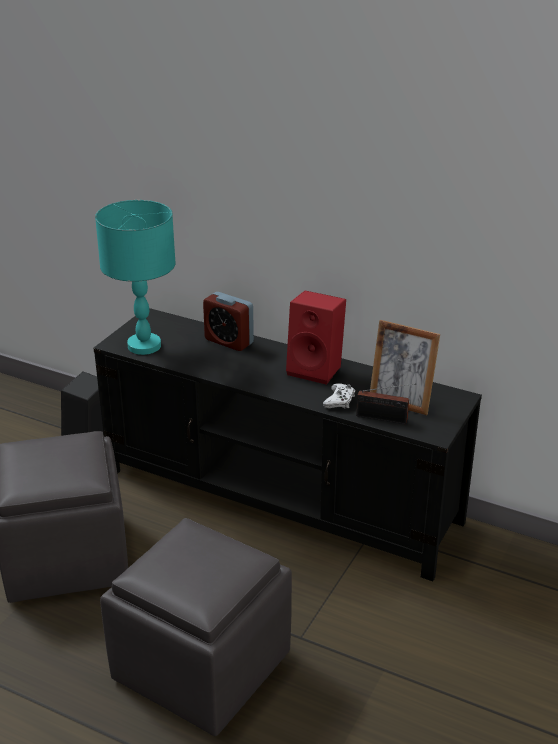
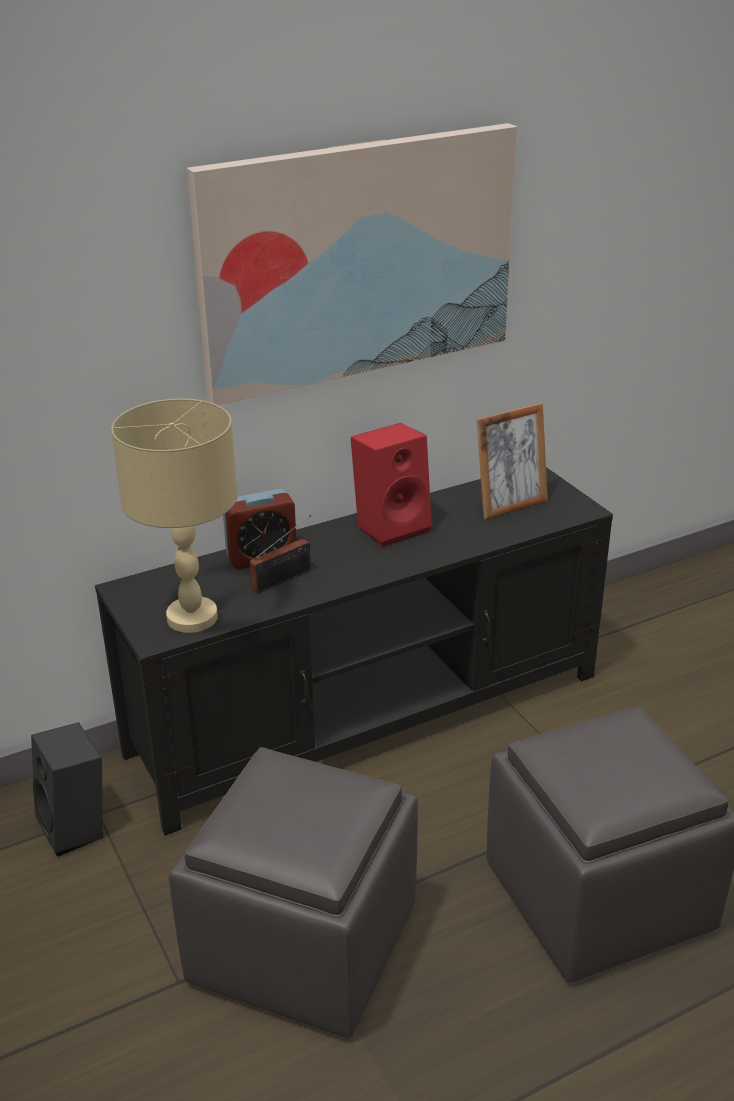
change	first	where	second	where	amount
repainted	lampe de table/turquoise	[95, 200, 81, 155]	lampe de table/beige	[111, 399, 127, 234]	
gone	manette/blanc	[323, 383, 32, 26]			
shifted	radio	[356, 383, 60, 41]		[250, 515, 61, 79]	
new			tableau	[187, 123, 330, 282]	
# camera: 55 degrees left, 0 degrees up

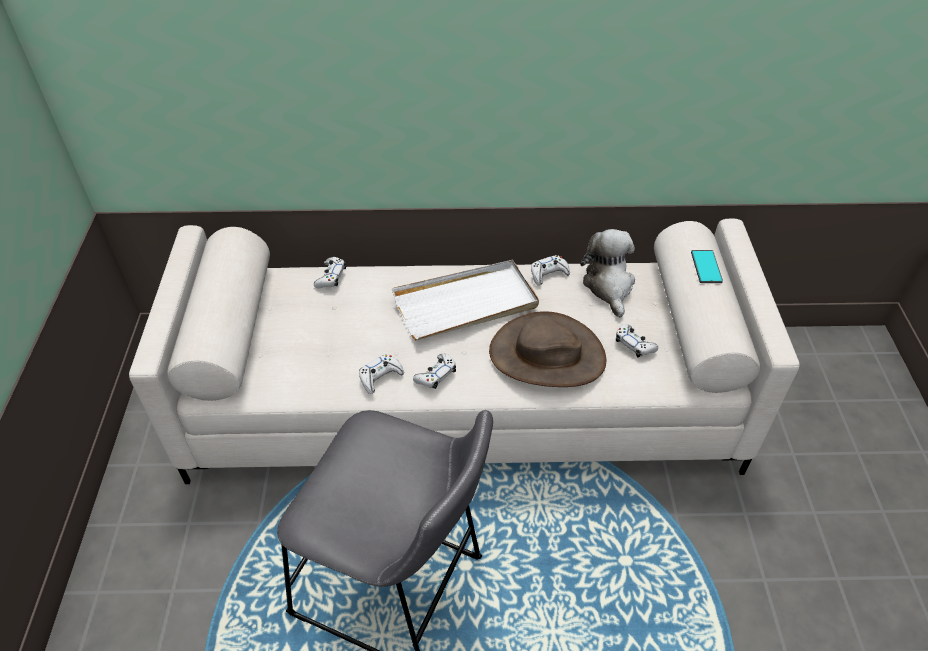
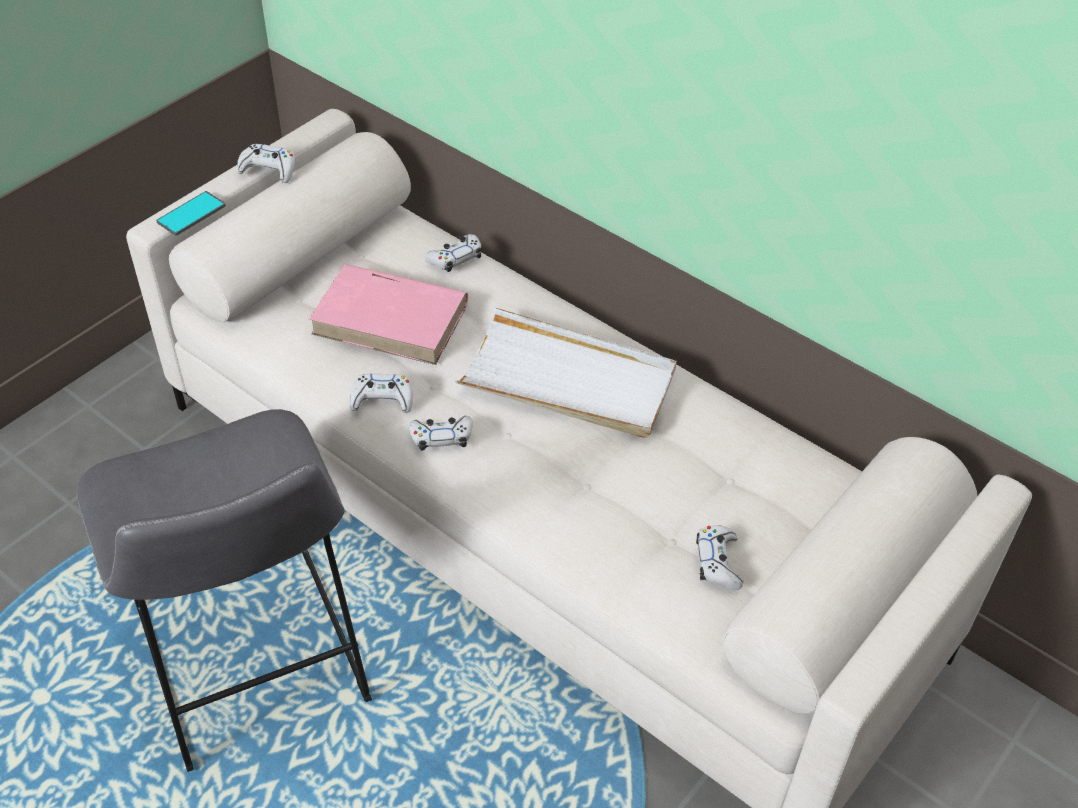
change	first	where	second	where	amount
gone	peluche	[580, 229, 55, 89]			
shifted	téléphone	[691, 250, 32, 33]		[156, 191, 70, 45]	
shifted	manette/blanc	[531, 255, 39, 31]		[237, 144, 58, 39]	
gone	chapeau/marron	[489, 311, 117, 76]			
new			livre/rose	[309, 264, 159, 101]	
# camera: 40 degrees right, 0 degrees up

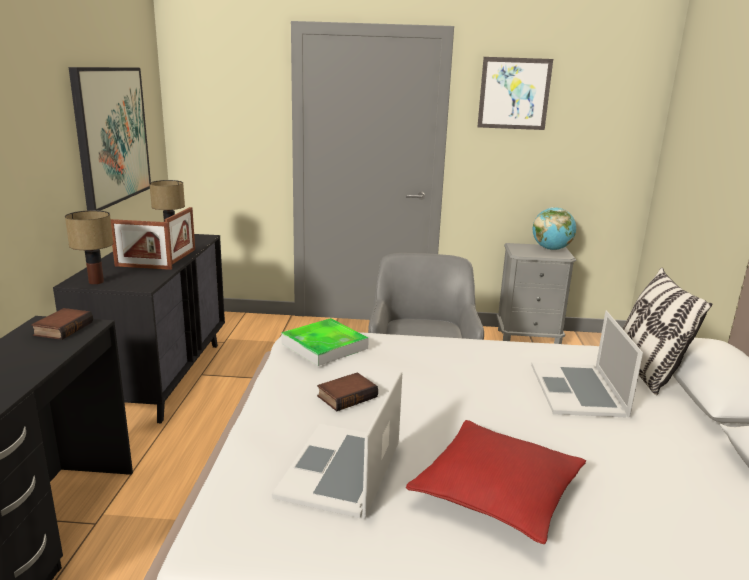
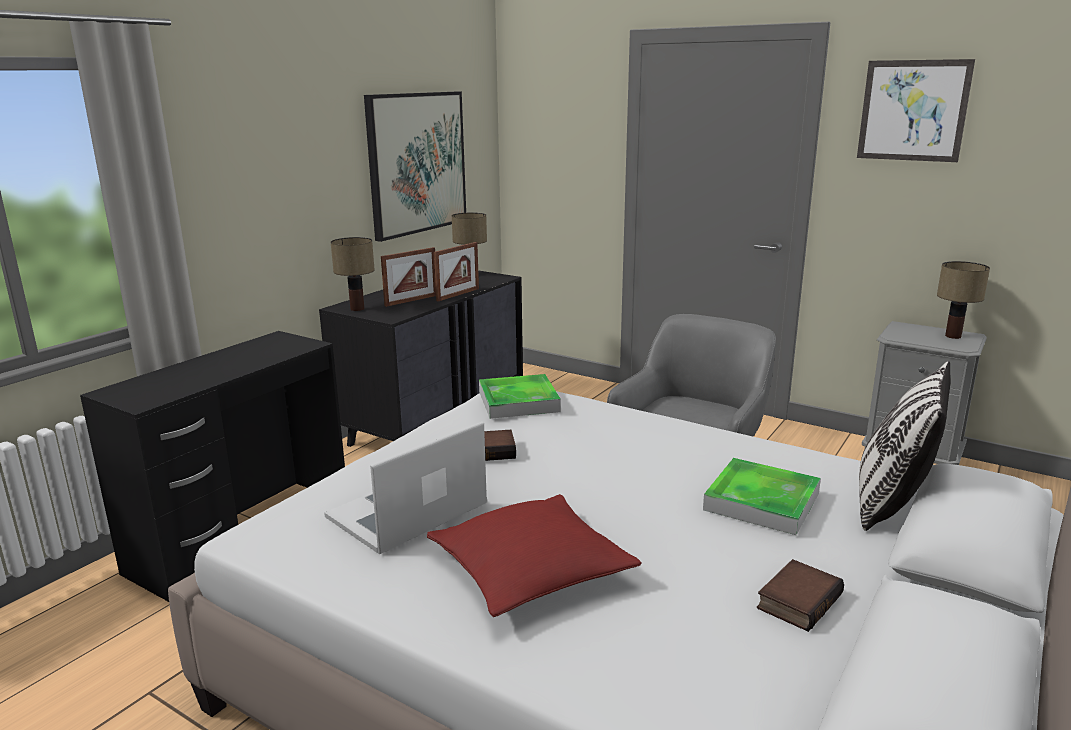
change	first	where	second	where	amount
swapped	globe	[533, 207, 43, 43]	lampe de table	[937, 261, 53, 78]	
rotated	cadre photo	[111, 219, 61, 51]		[381, 247, 55, 60]	75 degrees counterclockwise
shifted	livre	[31, 308, 62, 32]		[757, 559, 87, 73]	
swapped	ordinateur portable	[531, 311, 112, 106]	plateau	[703, 458, 118, 77]	
# camera: 30 degrees right, 0 degrees up

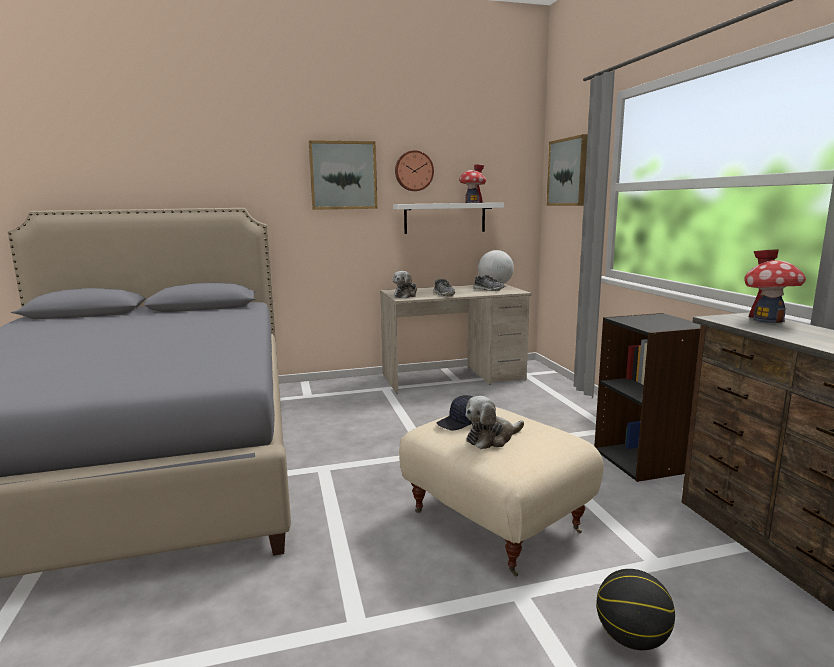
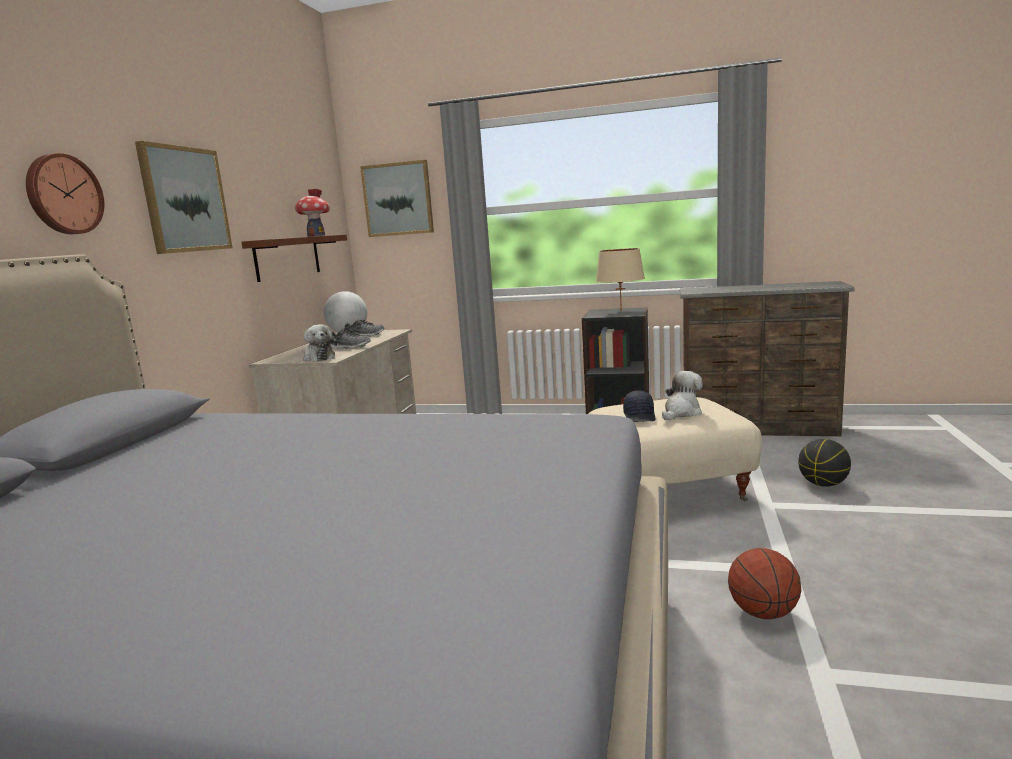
change	first	where	second	where	amount
shifted	horloge murale	[395, 150, 39, 41]		[26, 153, 78, 81]	
repainted	étagère/blanc	[393, 203, 111, 31]	étagère/marron	[242, 234, 105, 48]	
gone	maison miniature	[744, 249, 62, 74]			
rotated	peluche	[465, 396, 59, 53]		[662, 371, 41, 49]	135 degrees counterclockwise
new			lampe de table/beige	[596, 248, 49, 64]	
new			ballon de basket	[728, 548, 73, 71]	
# camera: 60 degrees left, 0 degrees up

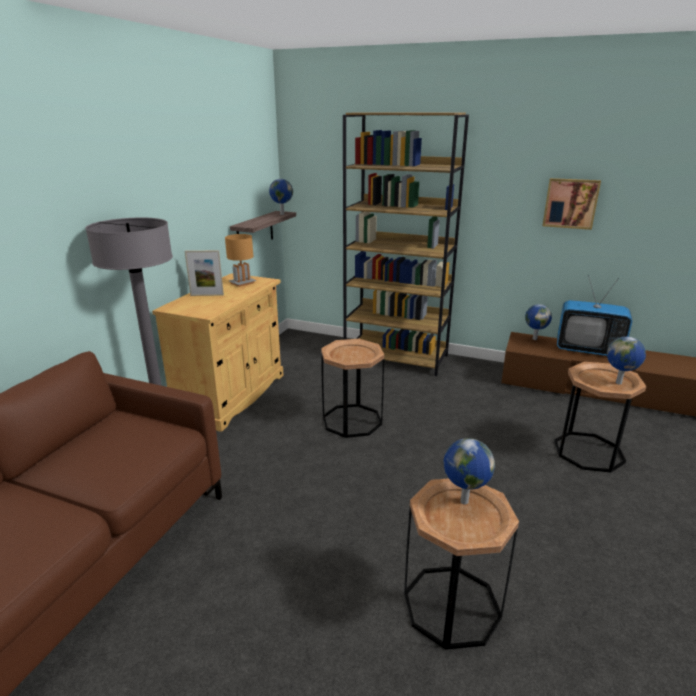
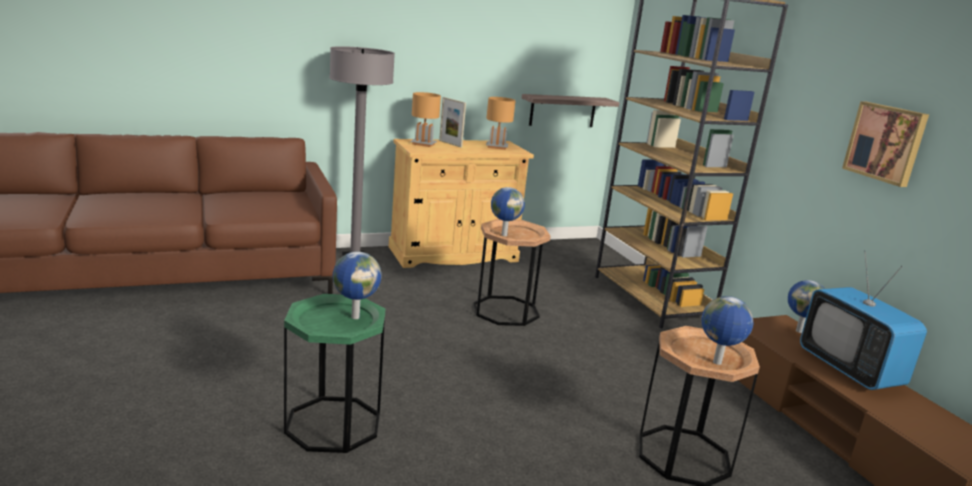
change	first	where	second	where	amount
shifted	globe	[269, 179, 24, 36]		[491, 187, 34, 49]	
repainted	table d'appoint/marron	[404, 479, 115, 171]	table d'appoint/vert	[284, 294, 101, 159]	
new			lampe de table/marron	[410, 92, 31, 55]	
# camera: 45 degrees right, 5 degrees down

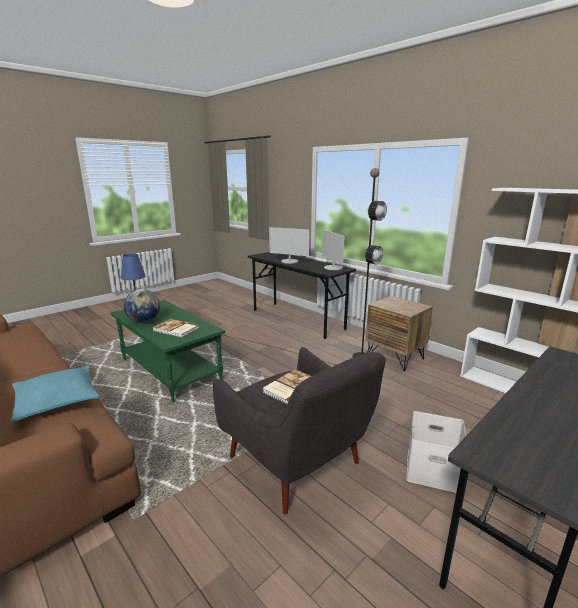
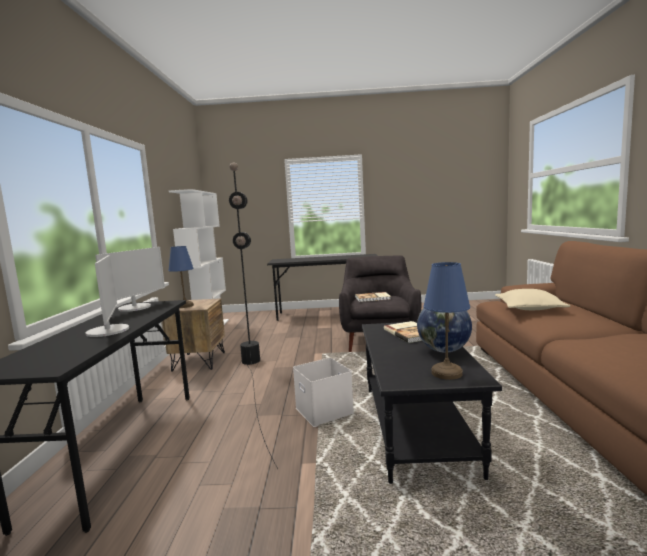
change	first	where	second	where	amount
repainted	table basse/vert	[110, 300, 115, 102]	table basse/noir	[362, 322, 140, 162]	
repainted	coussin/turquoise	[10, 366, 90, 56]	coussin/beige	[495, 289, 76, 21]	
shifted	boîte de rangement/blanc	[407, 411, 59, 82]		[293, 358, 61, 69]	
new			lampe de table/bleu	[168, 246, 26, 62]	
# camera: 135 degrees left, 10 degrees down

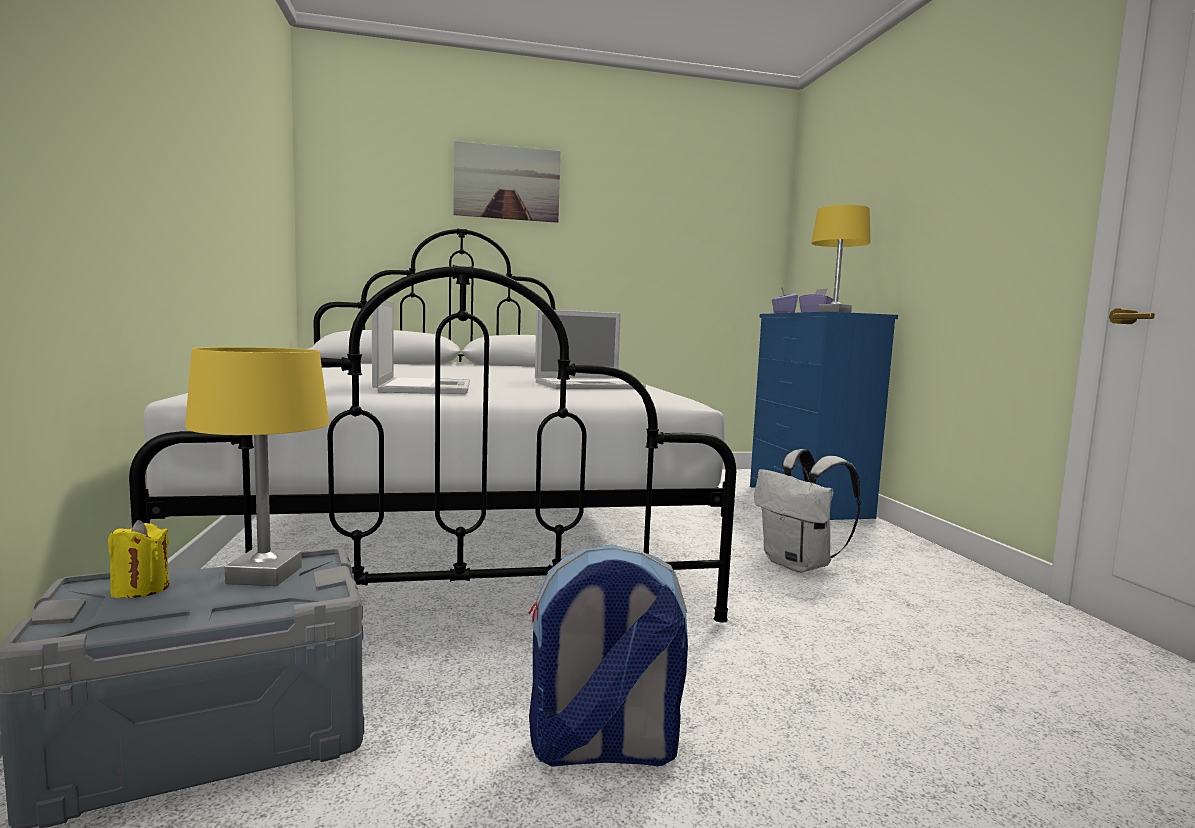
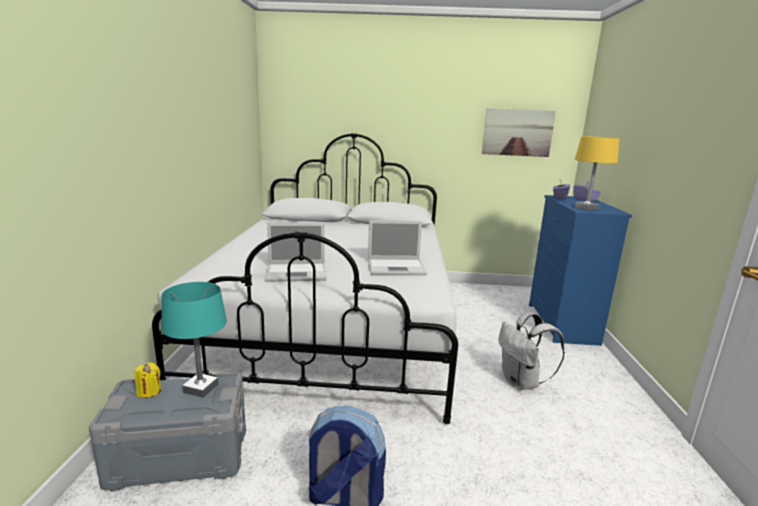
change	first	where	second	where	amount
shifted	tableau	[453, 141, 107, 82]		[482, 108, 74, 49]	
rotated	ordinateur portable	[372, 300, 98, 94]		[265, 223, 62, 59]	75 degrees clockwise
repainted	lampe de table/jaune	[185, 347, 144, 239]	lampe de table/turquoise	[161, 282, 66, 116]	
# camera: 15 degrees right, 10 degrees up

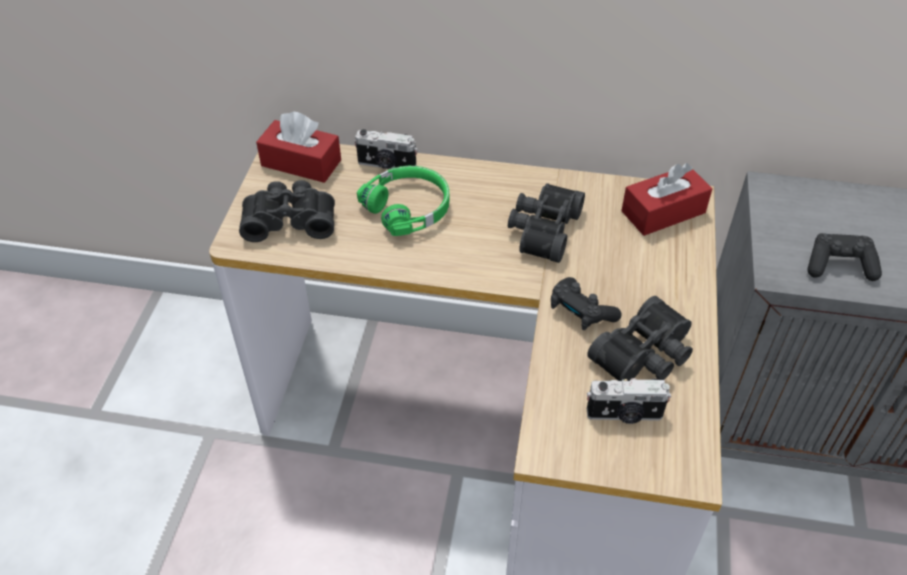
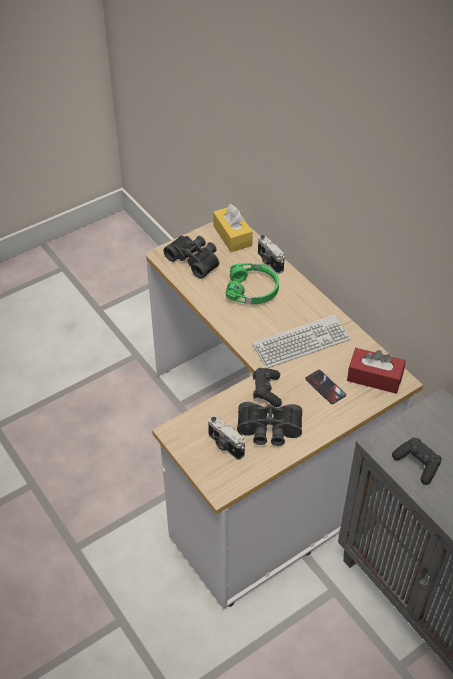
change	first	where	second	where	amount
repainted	boîte à mouchoirs/rouge	[256, 111, 85, 72]	boîte à mouchoirs/jaune	[213, 204, 40, 48]	
swapped	jumelles/noir	[508, 183, 77, 80]	clavier	[252, 315, 98, 53]	
new			téléphone	[305, 370, 41, 34]	
# camera: 45 degrees right, 0 degrees up

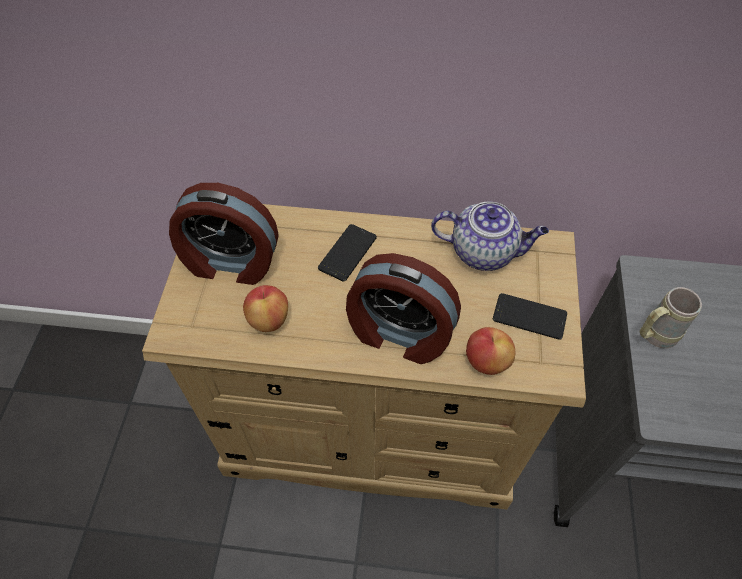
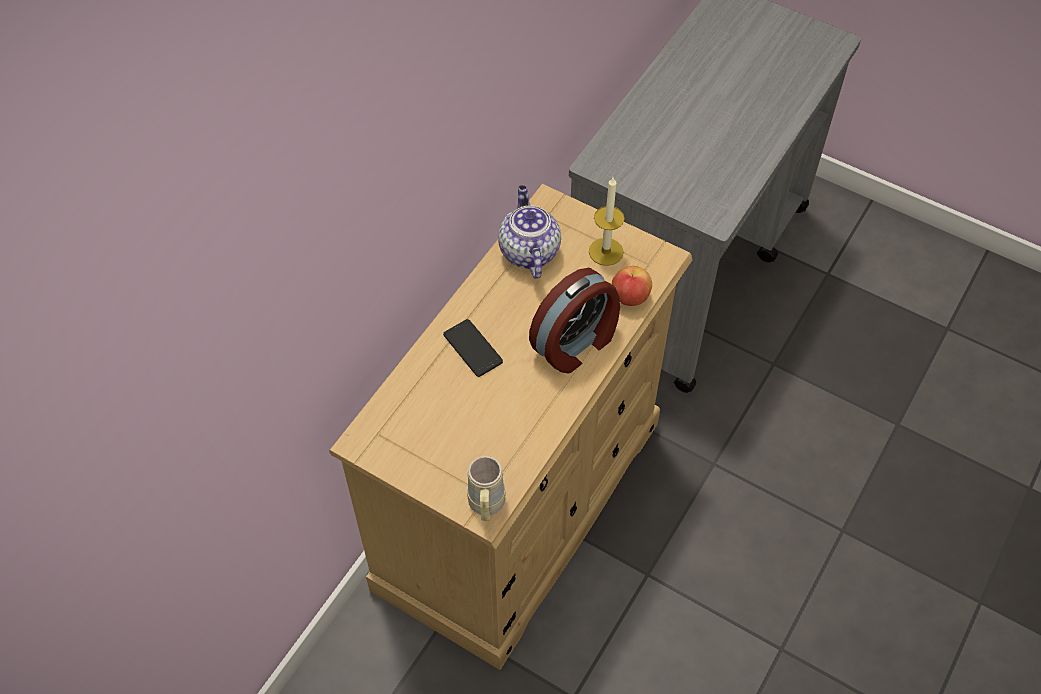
change	first	where	second	where	amount
gone	réveil	[169, 183, 110, 102]			
rotated	théière	[431, 201, 118, 70]		[498, 185, 63, 94]	45 degrees counterclockwise
gone	pomme	[243, 285, 45, 47]			
shifted	mug/beige	[639, 287, 63, 61]		[467, 456, 39, 65]	
swapped	téléphone	[493, 293, 74, 47]	bougie	[589, 177, 36, 89]	
# camera: 65 degrees left, 0 degrees up

